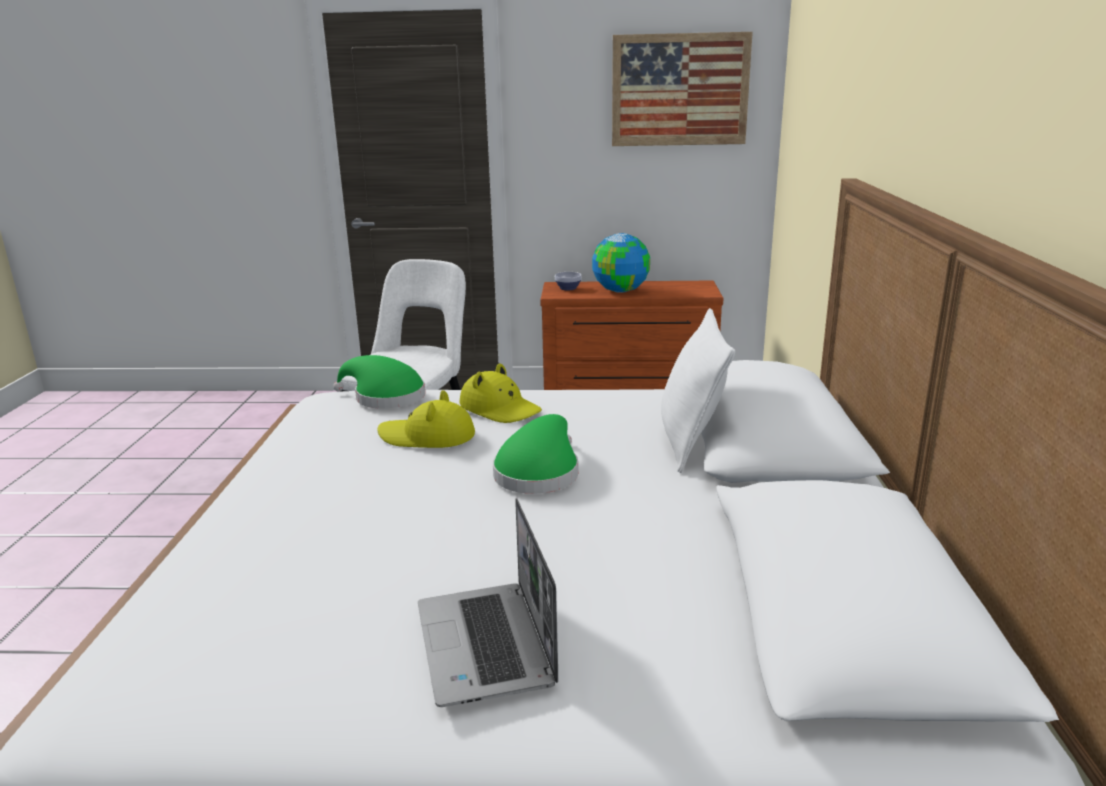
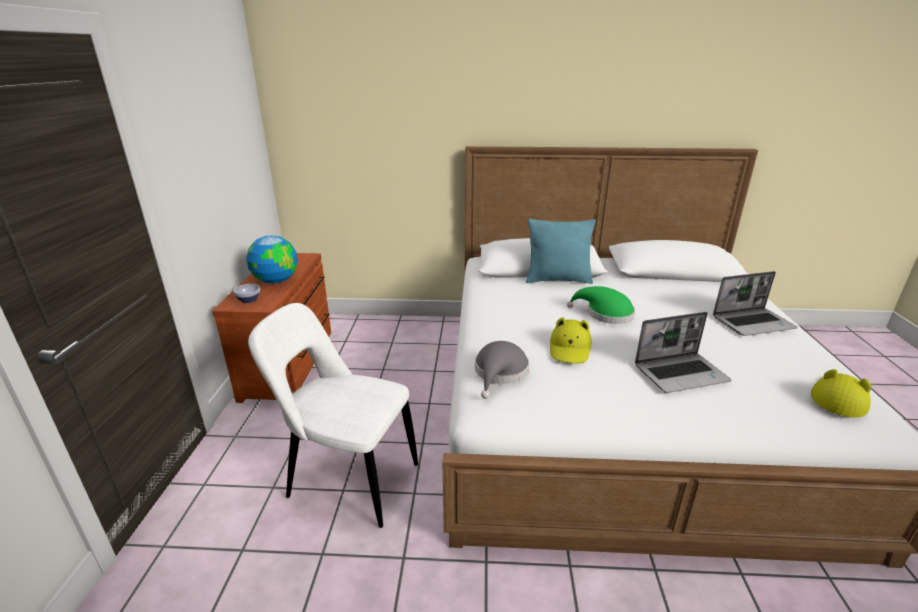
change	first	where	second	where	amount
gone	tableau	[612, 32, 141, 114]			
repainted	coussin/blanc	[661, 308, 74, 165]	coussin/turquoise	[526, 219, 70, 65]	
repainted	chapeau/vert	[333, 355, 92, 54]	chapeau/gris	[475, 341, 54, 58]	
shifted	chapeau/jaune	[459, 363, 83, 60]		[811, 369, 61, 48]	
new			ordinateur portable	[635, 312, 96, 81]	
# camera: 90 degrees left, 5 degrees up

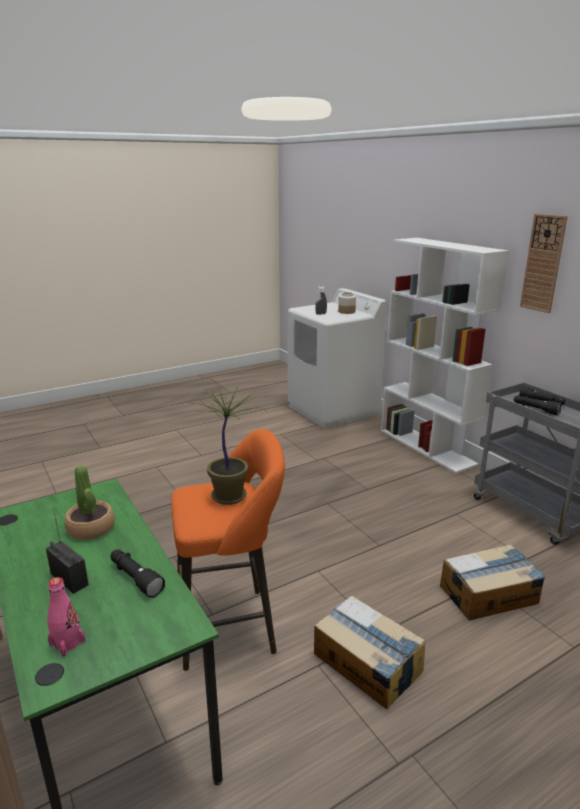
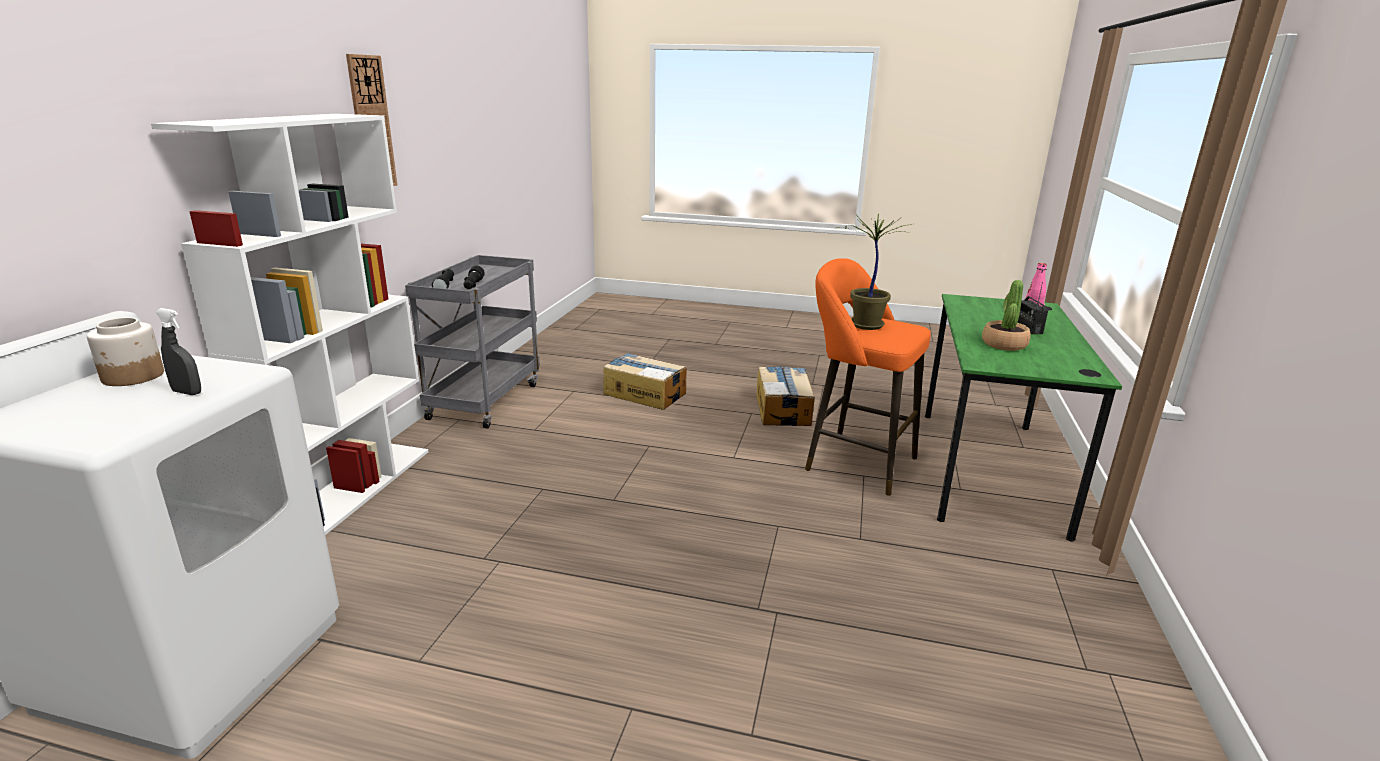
change	first	where	second	where	amount
gone	lampe de poche/noir	[111, 549, 54, 49]			
# camera: 135 degrees left, 0 degrees up

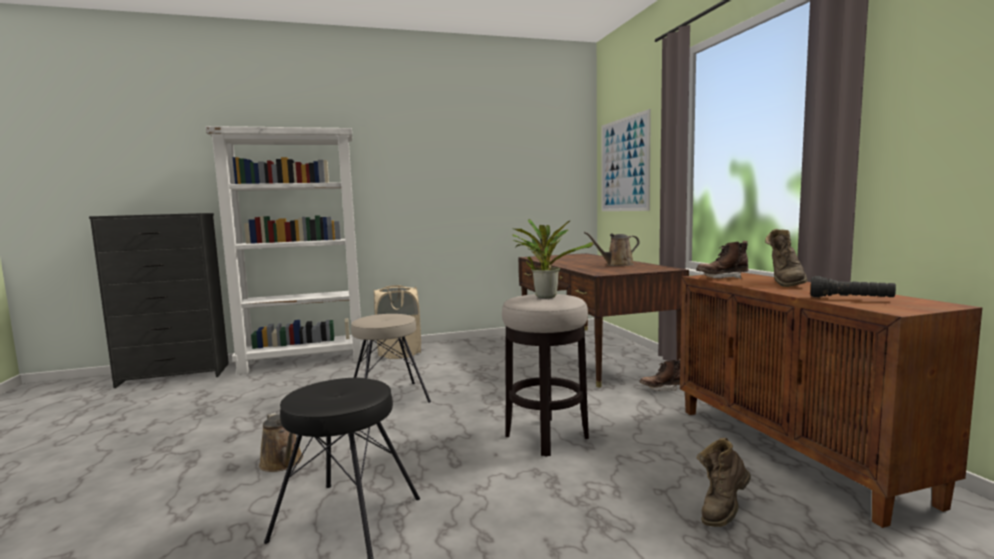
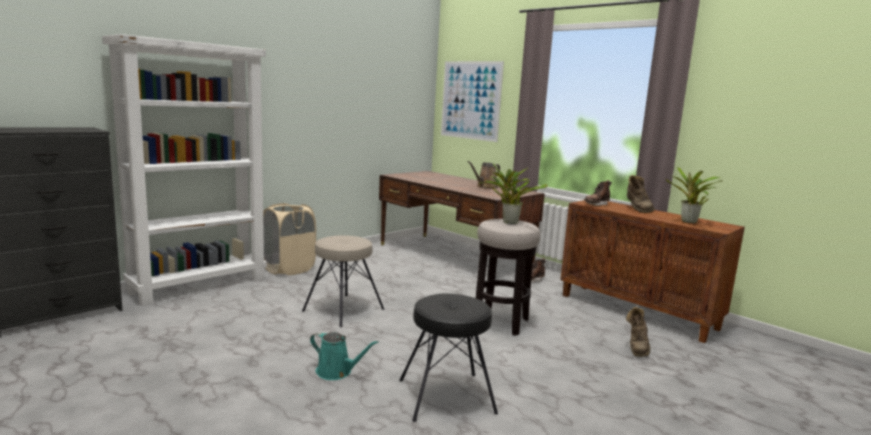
change	first	where	second	where	amount
swapped	lampe de poche/noir	[810, 276, 86, 21]	plante en pot	[666, 167, 56, 56]	
repainted	arrosoir/marron	[259, 412, 44, 60]	arrosoir/turquoise	[310, 332, 68, 48]	
# camera: 30 degrees left, 5 degrees up

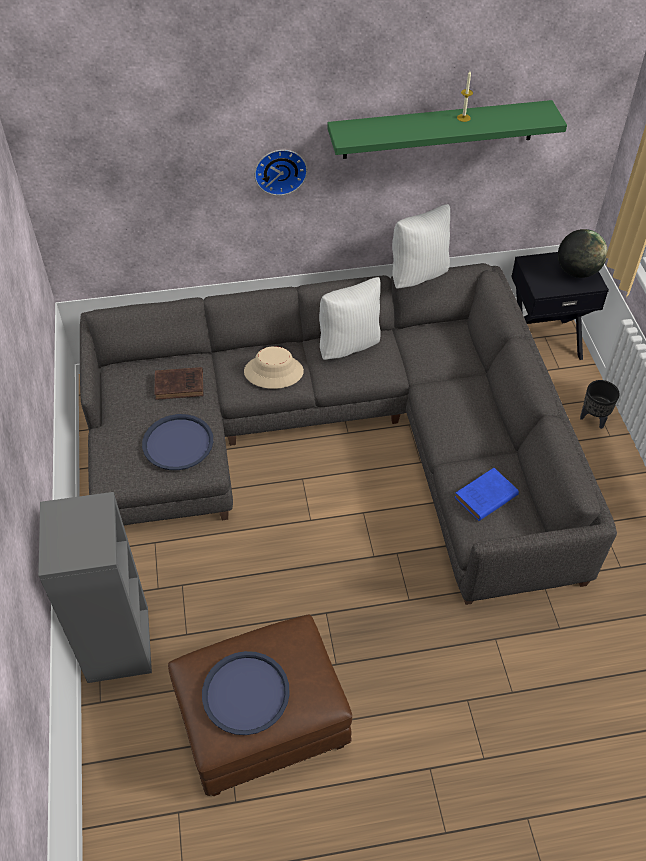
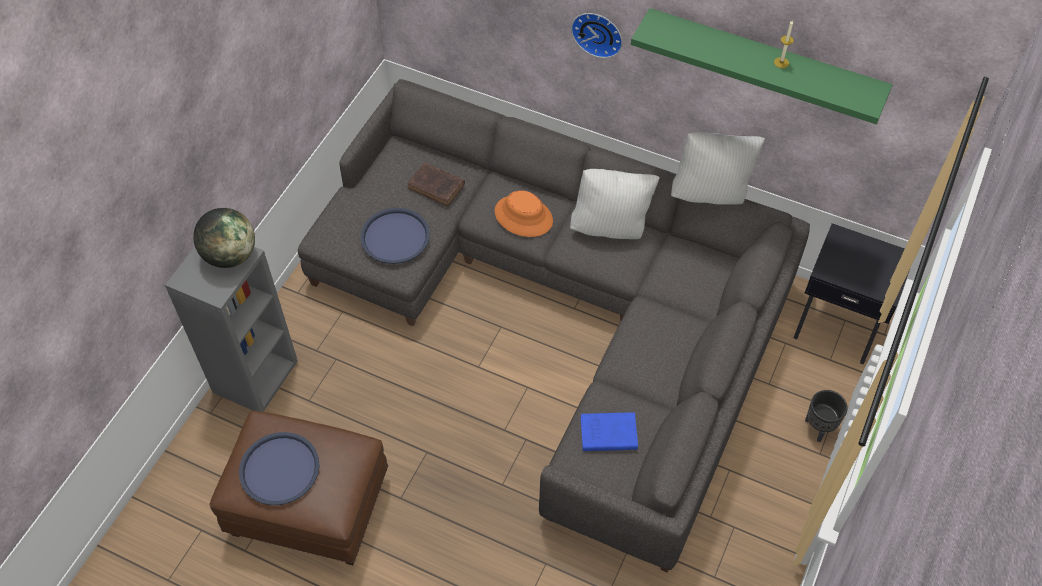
change	first	where	second	where	amount
shifted	globe	[558, 229, 49, 49]		[193, 208, 62, 60]	
repainted	chapeau/beige	[244, 346, 60, 43]	chapeau/orange	[495, 190, 58, 47]	
# camera: 35 degrees right, 5 degrees up

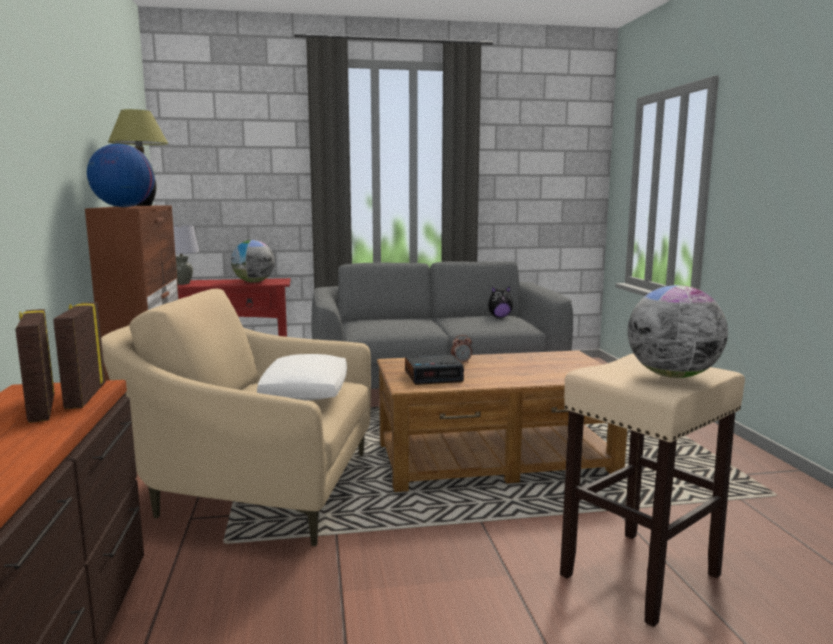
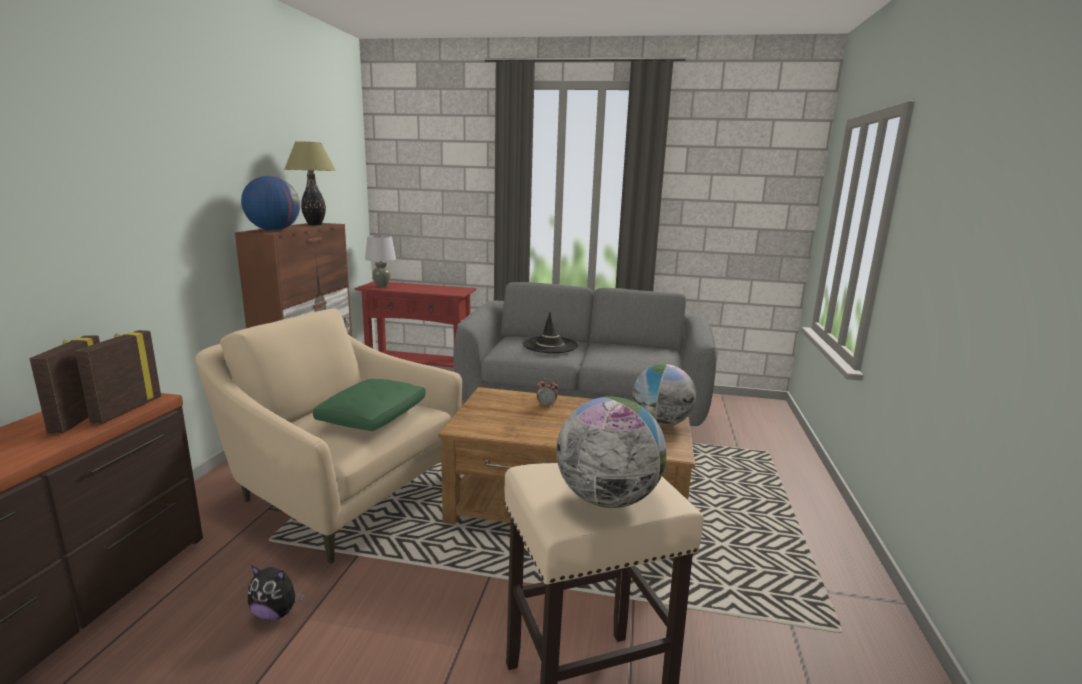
change	first	where	second	where	amount
shifted	globe	[231, 240, 44, 43]		[633, 364, 63, 62]	
shifted	peluche	[488, 286, 25, 32]		[248, 565, 56, 56]	
repainted	coussin/blanc	[257, 354, 90, 46]	coussin/vert	[313, 379, 113, 52]	
gone	réveil	[405, 355, 59, 30]			
new			chapeau/noir	[523, 312, 55, 41]	
# camera: 20 degrees right, 5 degrees up

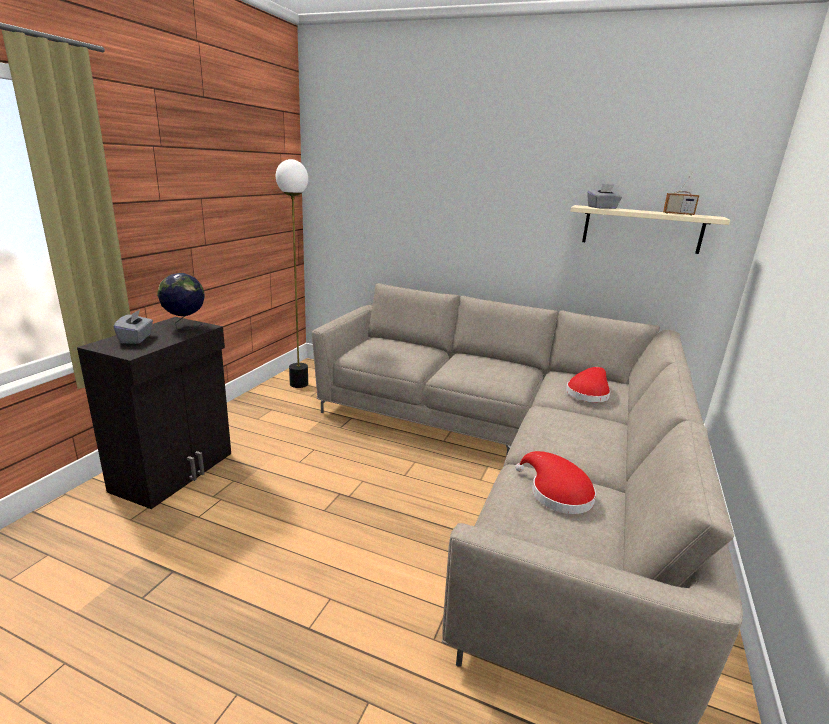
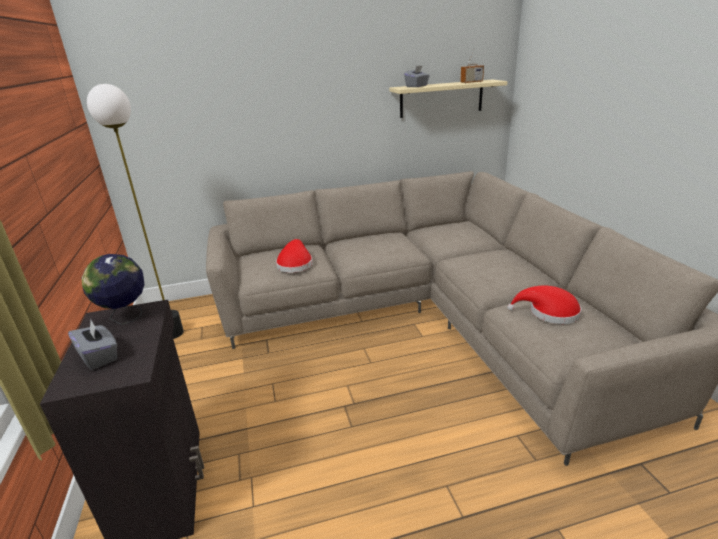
change	first	where	second	where	amount
shifted	chapeau/rouge	[566, 367, 44, 35]		[276, 239, 37, 34]	
# camera: 35 degrees left, 5 degrees up

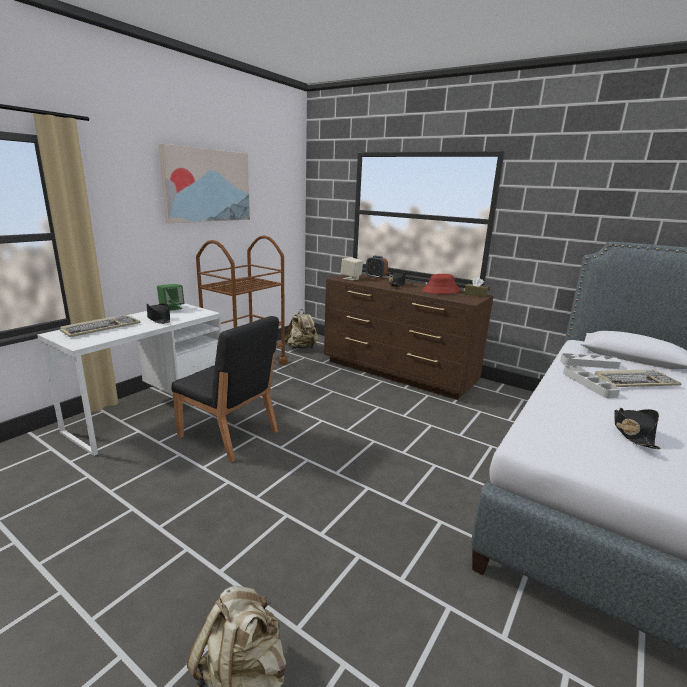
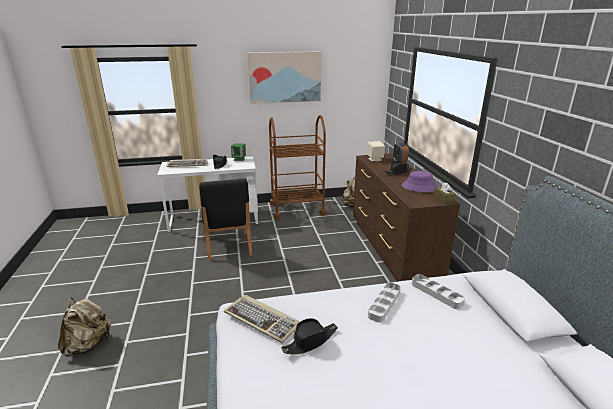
change	first	where	second	where	amount
repainted	chapeau/rouge	[422, 274, 39, 20]	chapeau/violet	[402, 171, 36, 21]	
shifted	clavier	[595, 370, 86, 17]		[224, 295, 75, 48]	
# camera: 45 degrees right, 5 degrees up

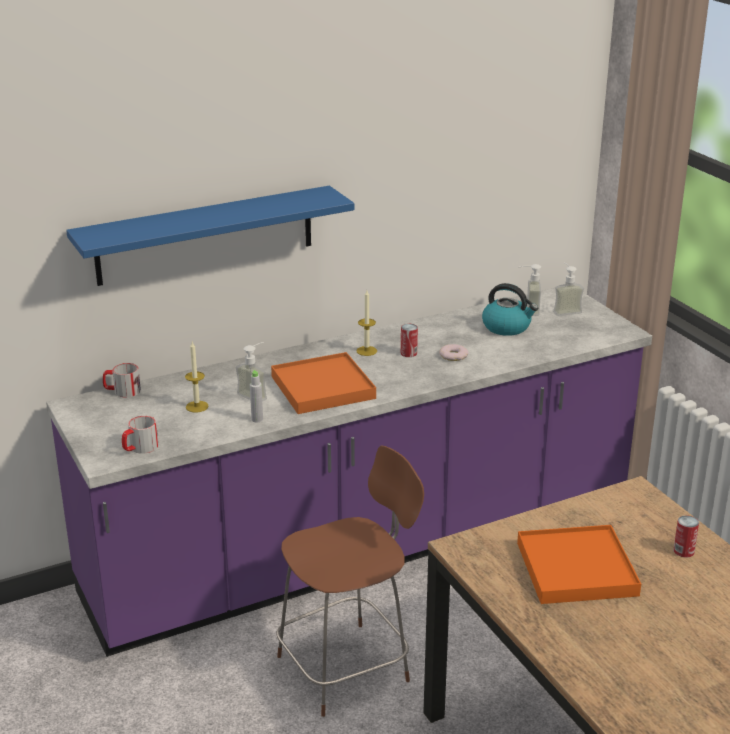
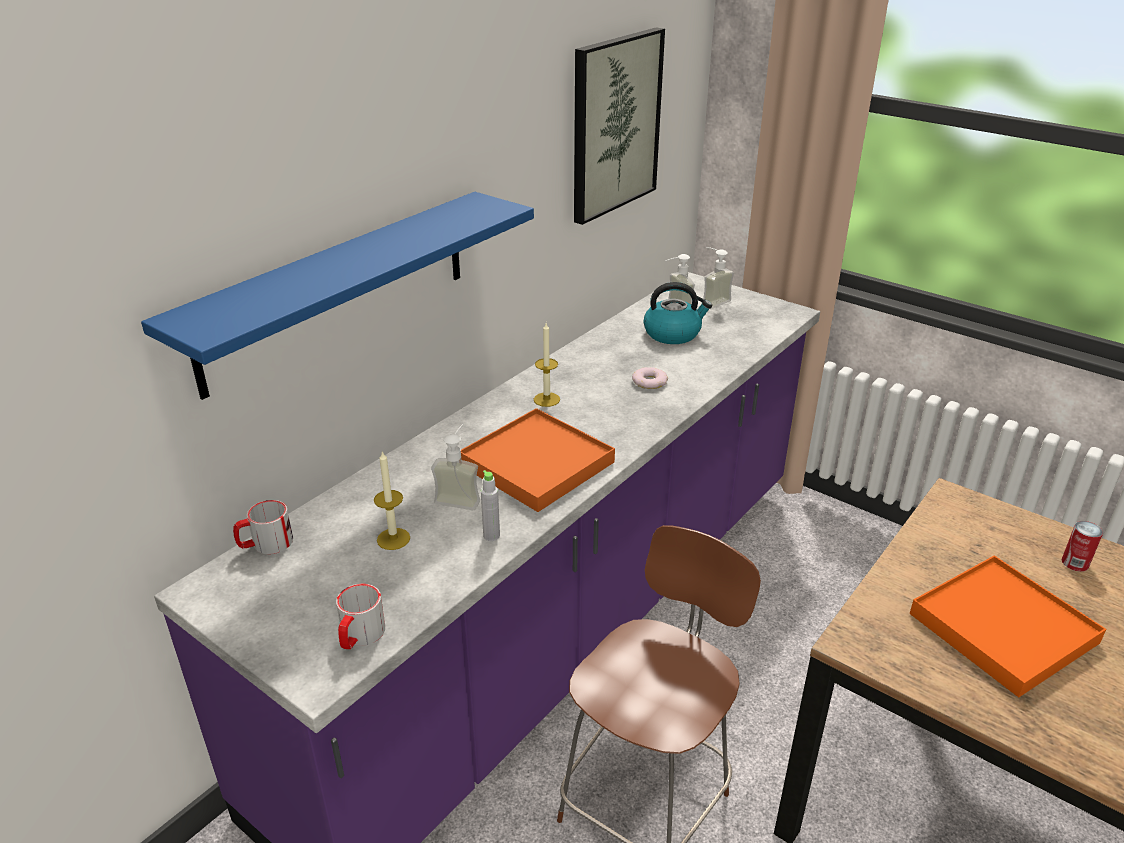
change	first	where	second	where	amount
gone	boîte métallique	[401, 324, 17, 33]			
new			tableau	[574, 27, 91, 198]	
# camera: 25 degrees left, 5 degrees up

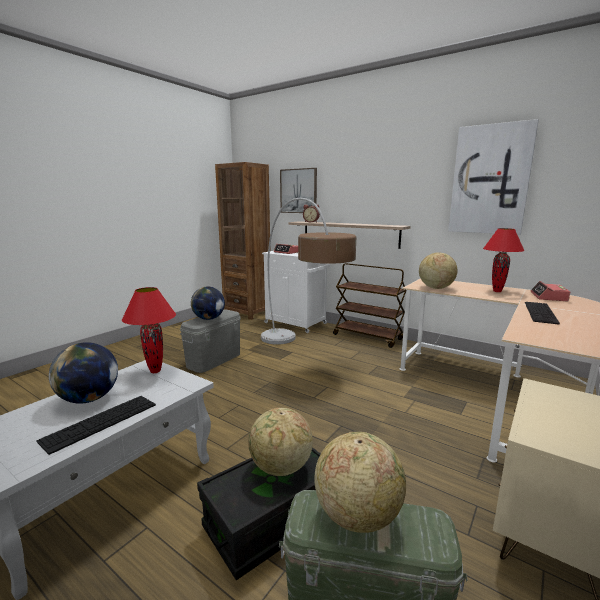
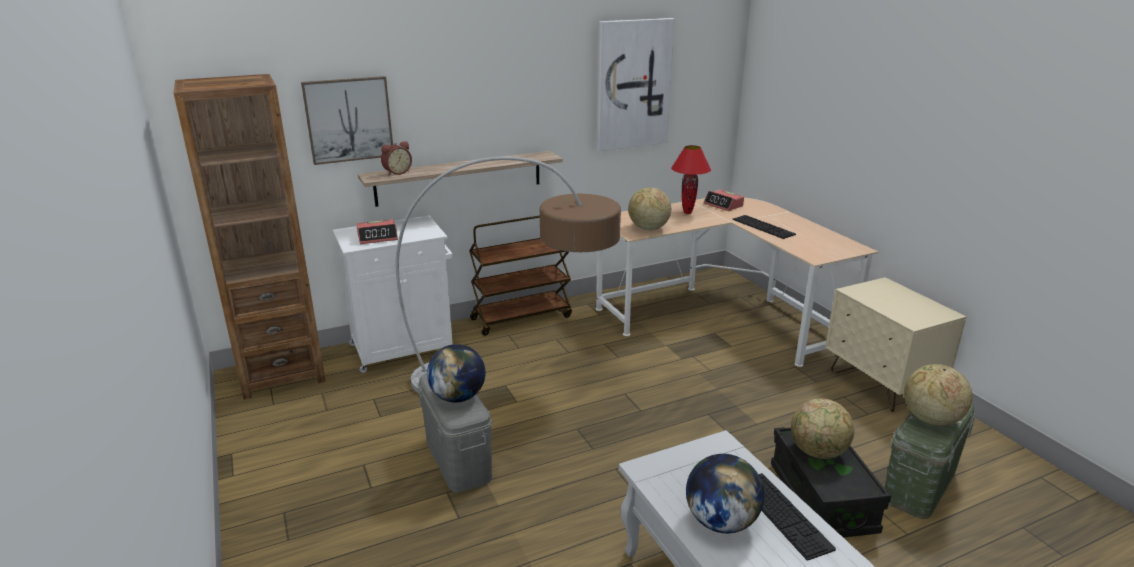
change	first	where	second	where	amount
gone	lampe de table/rouge	[122, 287, 54, 86]			
# camera: 60 degrees left, 10 degrees up

